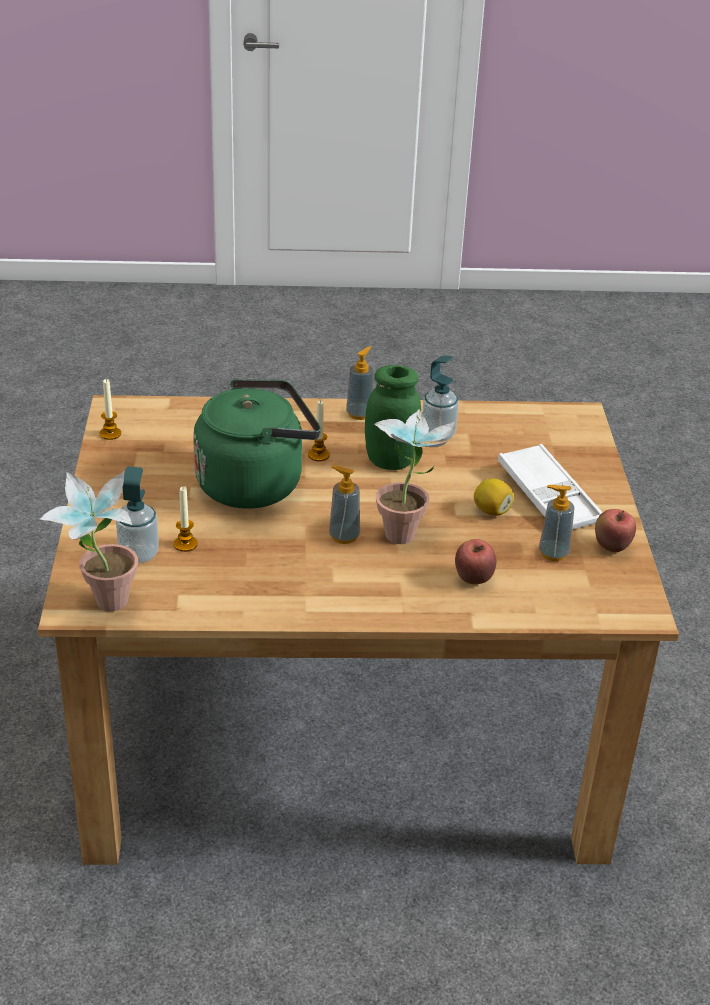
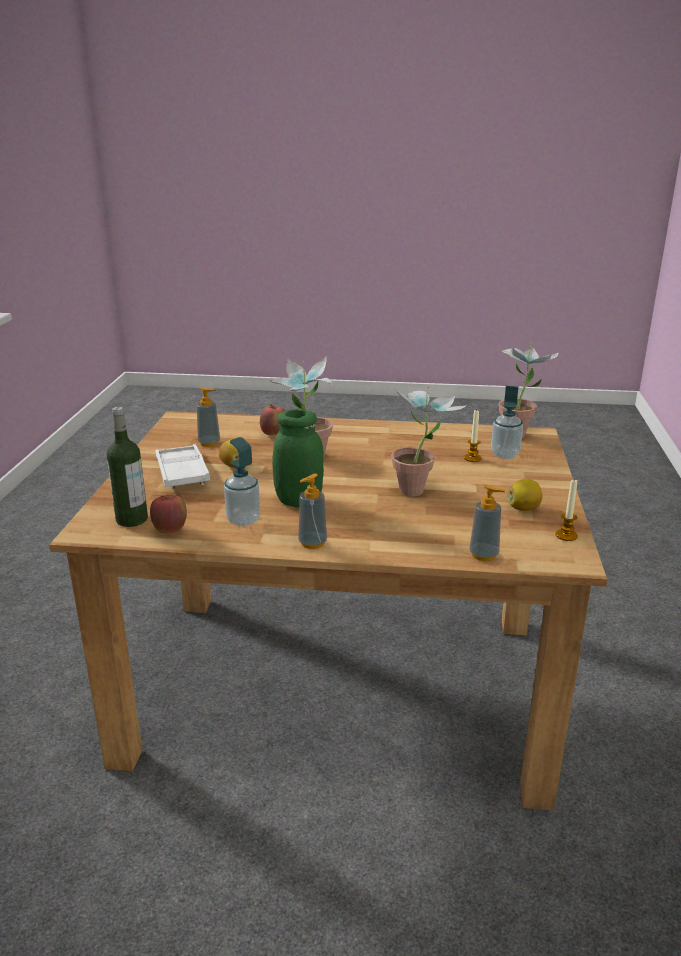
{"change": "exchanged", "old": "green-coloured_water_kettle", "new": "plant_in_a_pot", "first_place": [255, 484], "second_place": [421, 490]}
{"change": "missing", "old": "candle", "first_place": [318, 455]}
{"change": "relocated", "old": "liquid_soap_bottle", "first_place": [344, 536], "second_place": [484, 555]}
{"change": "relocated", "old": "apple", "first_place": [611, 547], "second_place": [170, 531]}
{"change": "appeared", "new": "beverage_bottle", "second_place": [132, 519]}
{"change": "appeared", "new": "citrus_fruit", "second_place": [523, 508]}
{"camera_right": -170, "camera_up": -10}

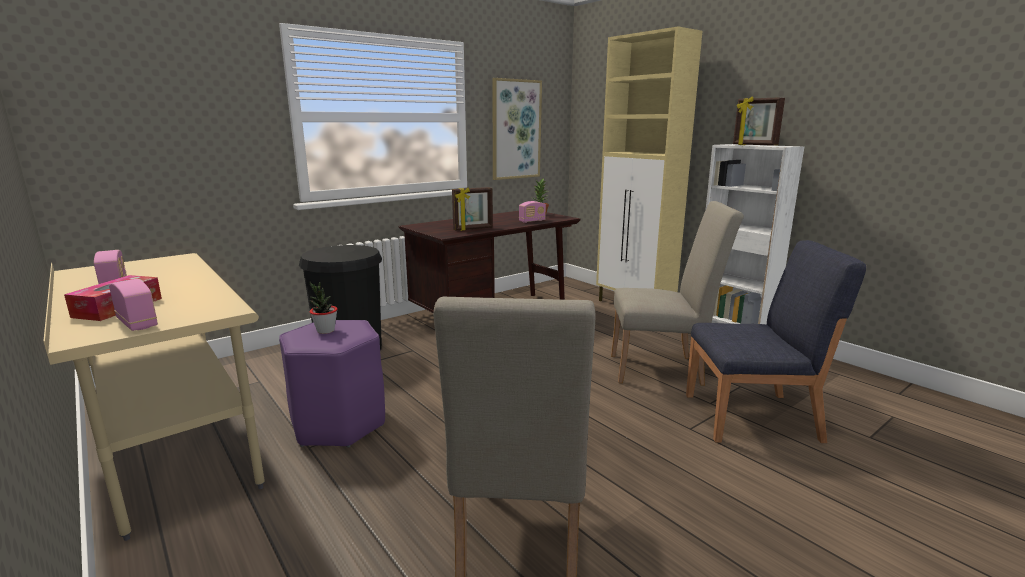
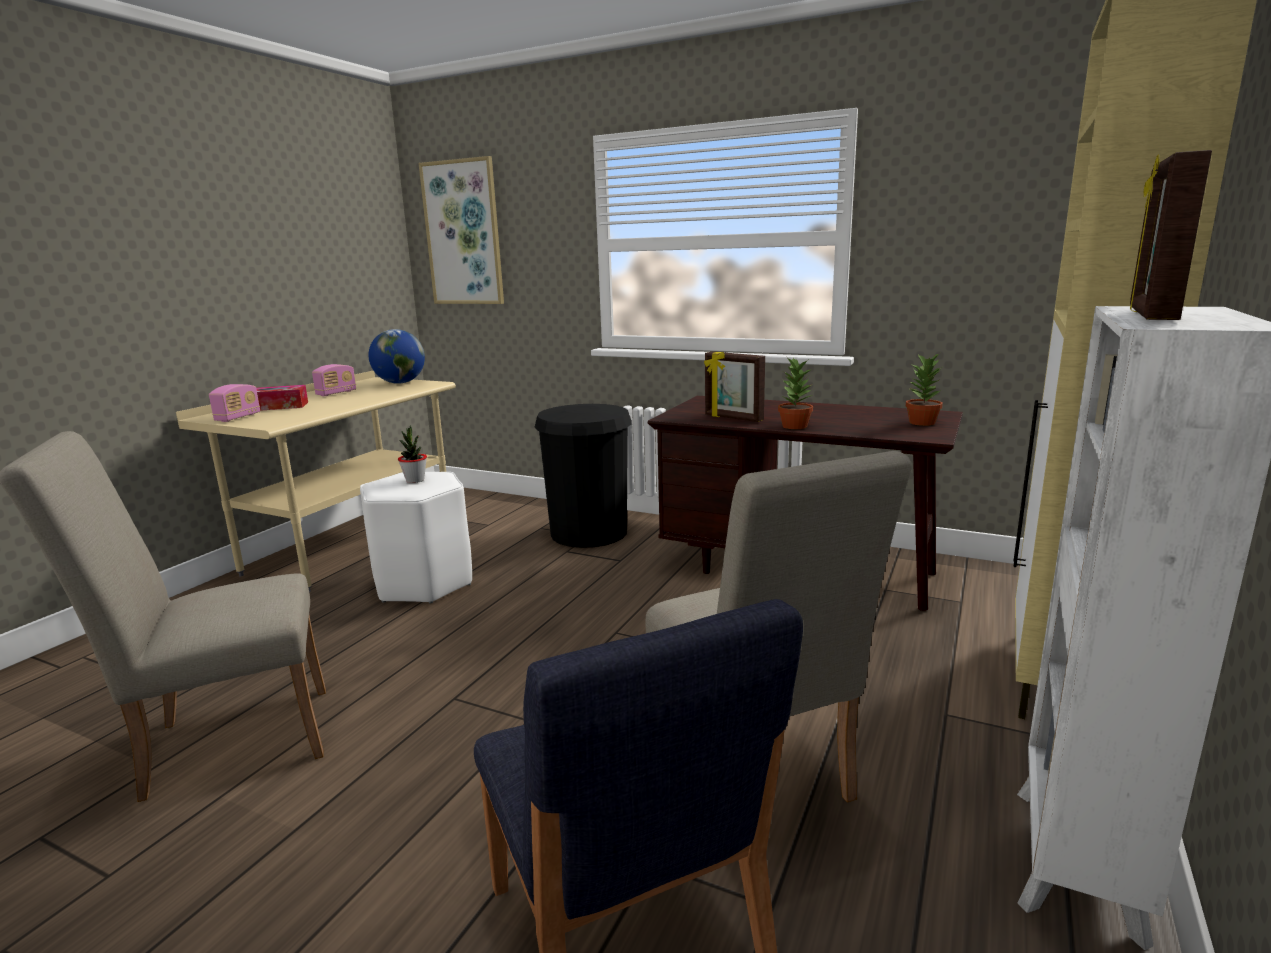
{"change": "relocated", "old": "wall_art", "first_place": [516, 129], "second_place": [463, 233]}
{"change": "missing", "old": "radio", "first_place": [532, 221]}
{"change": "colour", "old": "purple-coloured_sitting_stool", "new": "white_sitting_stool", "first_place": [339, 424], "second_place": [423, 583]}
{"change": "appeared", "new": "globe", "second_place": [400, 383]}
{"change": "appeared", "new": "plant_in_a_pot", "second_place": [794, 426]}
{"camera_right": 65, "camera_up": 0}

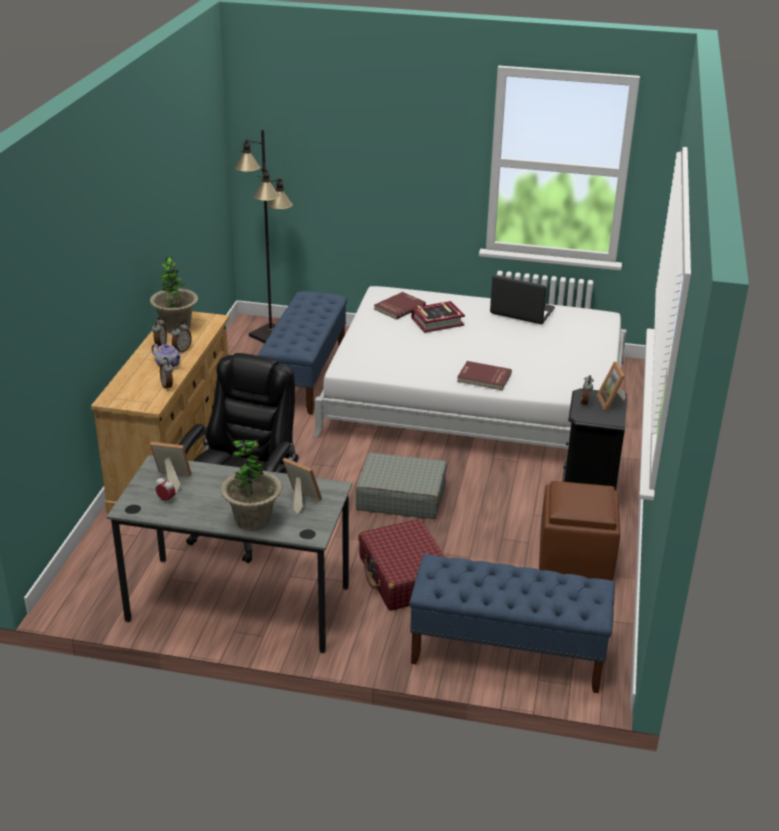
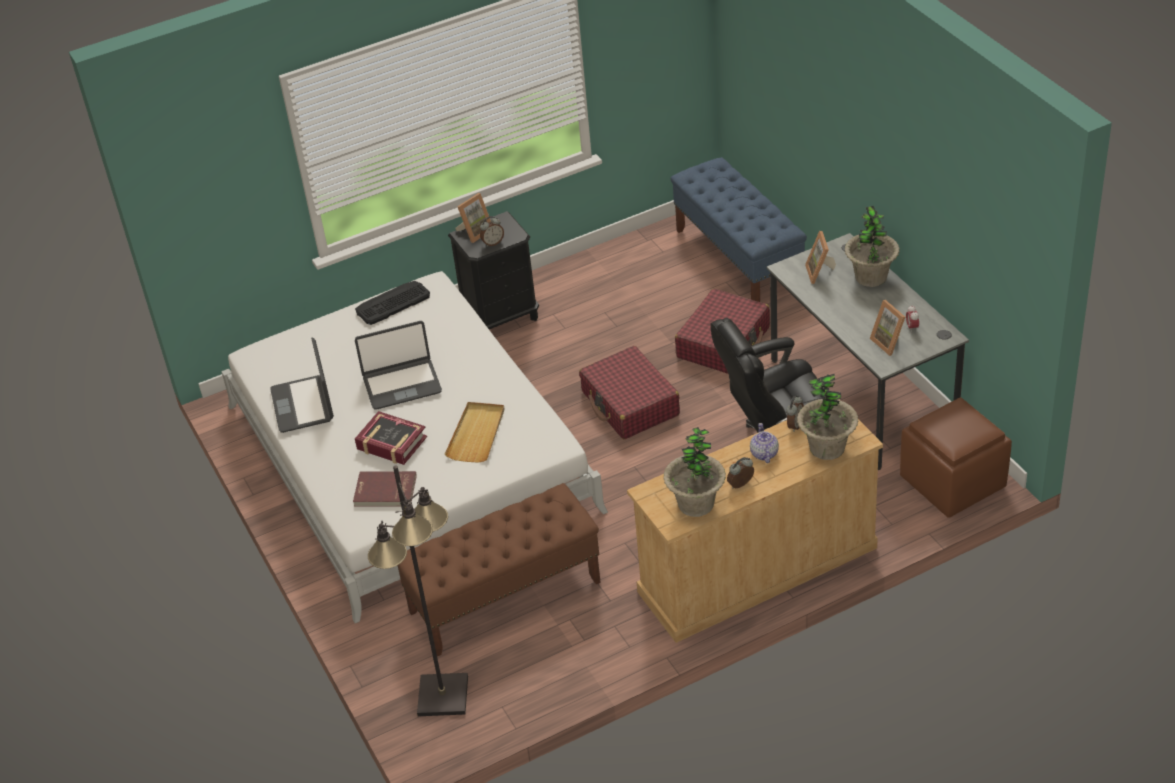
{"change": "colour", "old": "bluish_indoor_bench", "new": "brown_indoor_bench", "first_place": [305, 377], "second_place": [505, 596]}
{"change": "missing", "old": "alarm_clock", "first_place": [181, 350]}
{"change": "missing", "old": "reddish_volume", "first_place": [484, 378]}
{"change": "colour", "old": "greyish_piece_of_luggage", "new": "reddish_piece_of_luggage", "first_place": [400, 497], "second_place": [630, 404]}
{"change": "relocated", "old": "brown_footrest", "first_place": [576, 558], "second_place": [951, 482]}
{"change": "appeared", "new": "keyboard", "second_place": [392, 303]}
{"change": "appeared", "new": "laptop", "second_place": [402, 384]}
{"change": "appeared", "new": "plant_in_a_pot", "second_place": [827, 447]}
{"change": "appeared", "new": "sand-coloured_serving_tray", "second_place": [477, 434]}
{"camera_right": -125, "camera_up": 10}

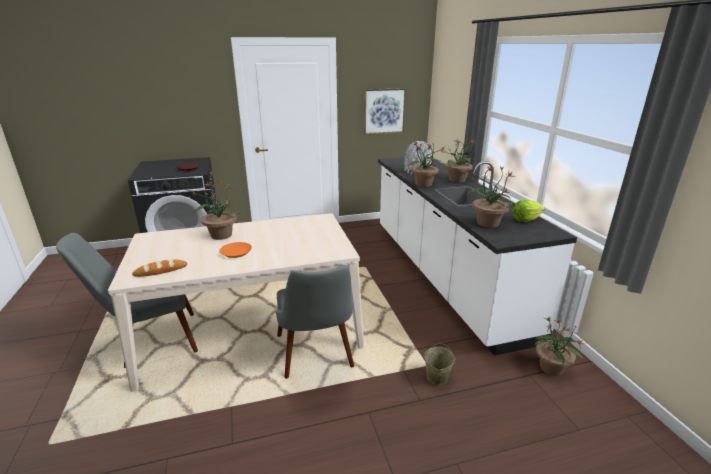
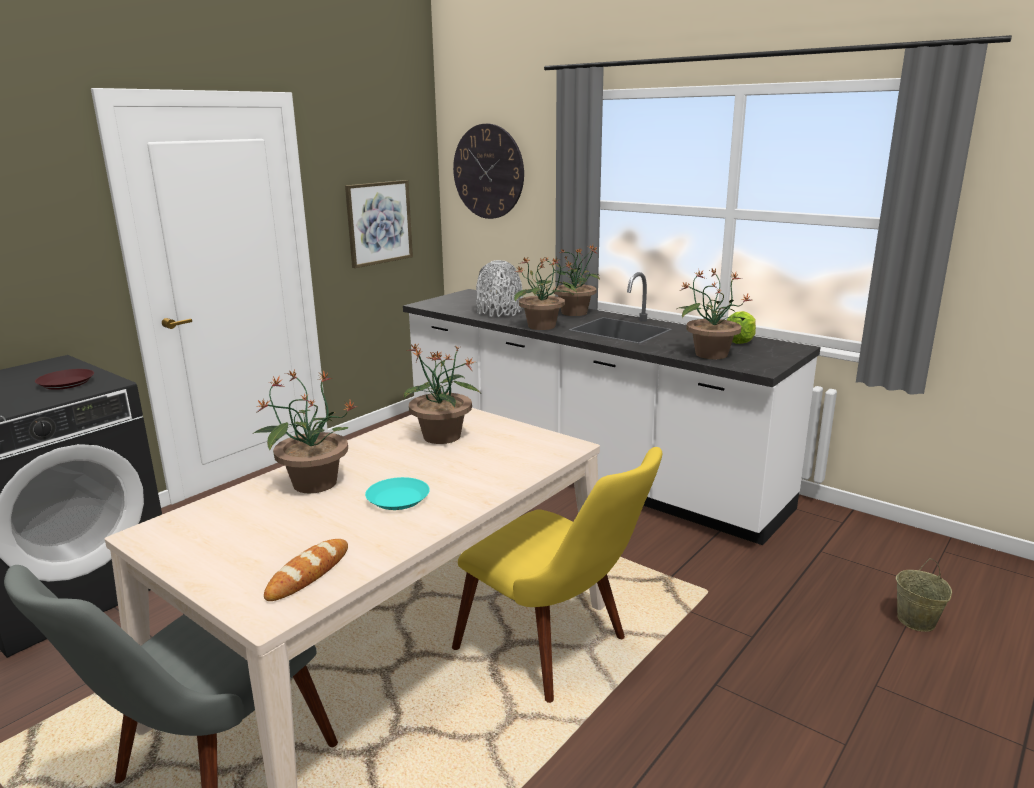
{"change": "colour", "old": "orange-coloured_plate", "new": "blue-green_plate", "first_place": [236, 252], "second_place": [398, 498]}
{"change": "colour", "old": "greyish_plain_chair", "new": "yellow-coloured_plain_chair", "first_place": [317, 358], "second_place": [558, 651]}
{"change": "relocated", "old": "plant_in_a_pot", "first_place": [551, 368], "second_place": [442, 437]}
{"change": "relocated", "old": "sand-coloured_bucket", "first_place": [437, 377], "second_place": [916, 621]}
{"change": "appeared", "new": "wall_clock", "second_place": [488, 171]}
{"camera_right": -35, "camera_up": -5}

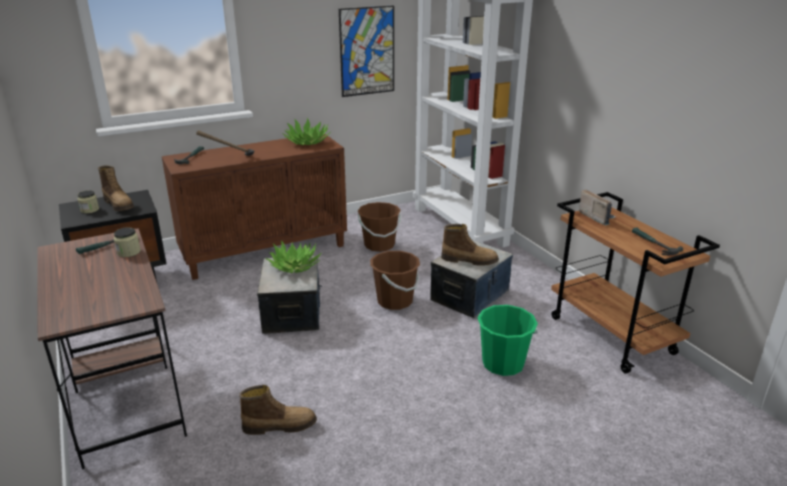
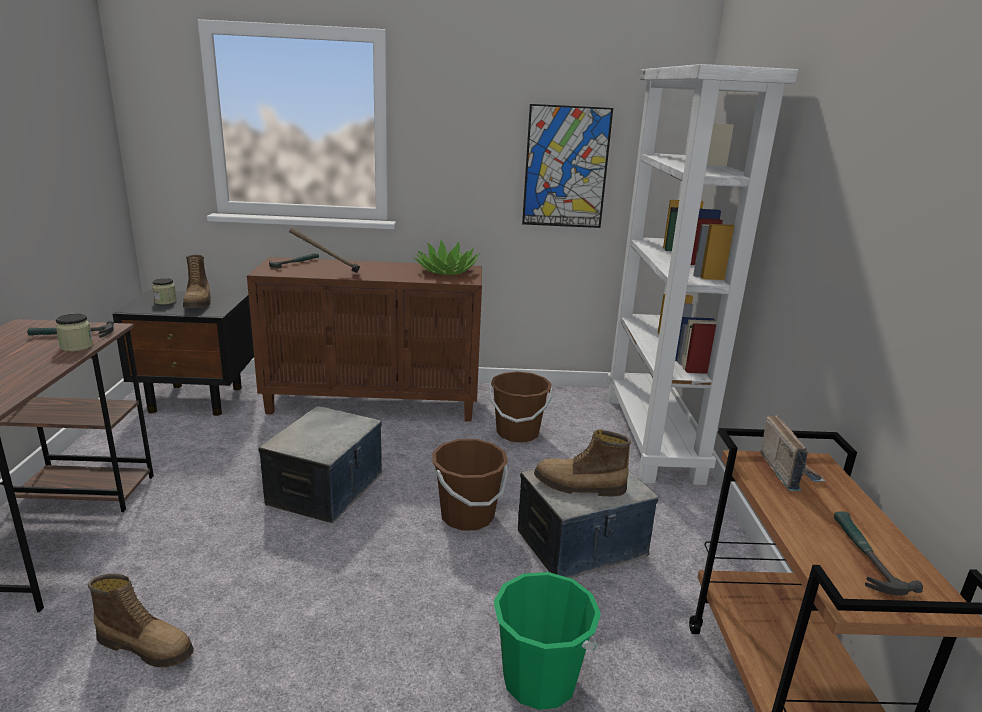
{"change": "spun", "old": "boot", "first_place": [469, 260], "second_place": [579, 486], "degrees": 150}
{"change": "missing", "old": "plant_in_a_pot", "first_place": [295, 266]}
{"camera_right": 25, "camera_up": -5}

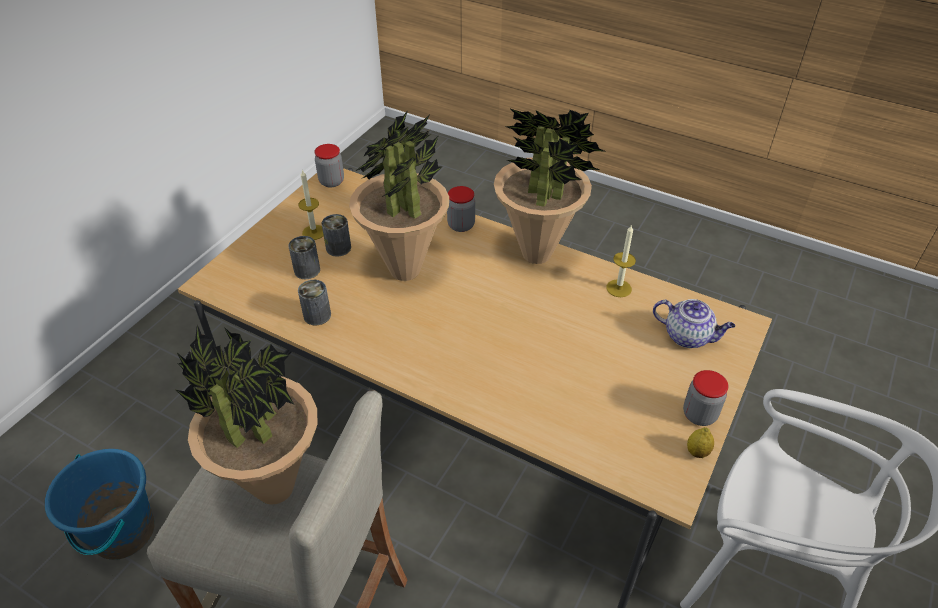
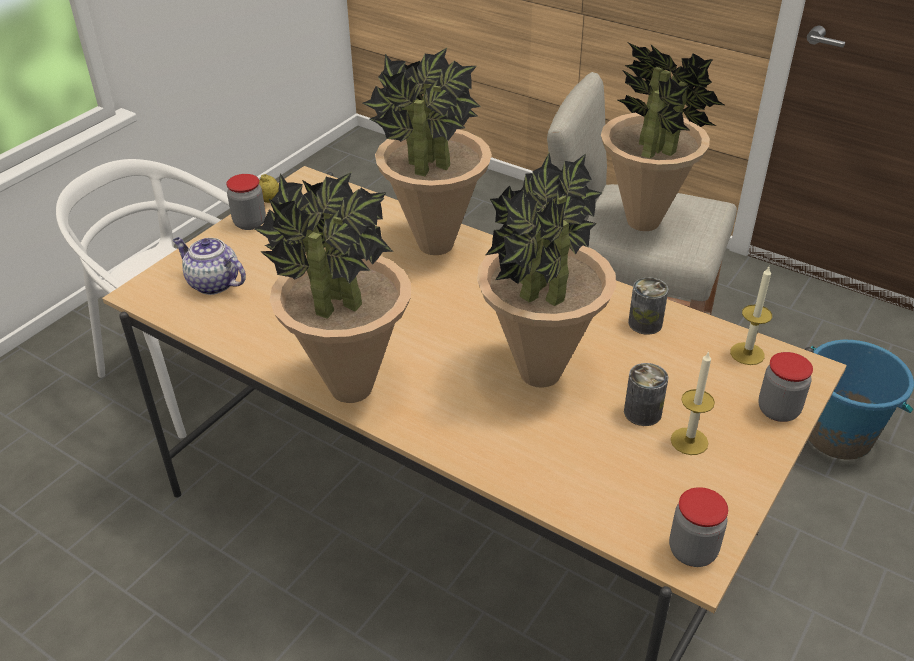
{"change": "relocated", "old": "jar", "first_place": [461, 225], "second_place": [778, 410]}
{"change": "relocated", "old": "candle", "first_place": [619, 288], "second_place": [747, 353]}
{"change": "missing", "old": "sealed_can", "first_place": [307, 270]}
{"change": "appeared", "new": "plant_in_a_pot", "second_place": [435, 245]}
{"camera_right": -175, "camera_up": -5}

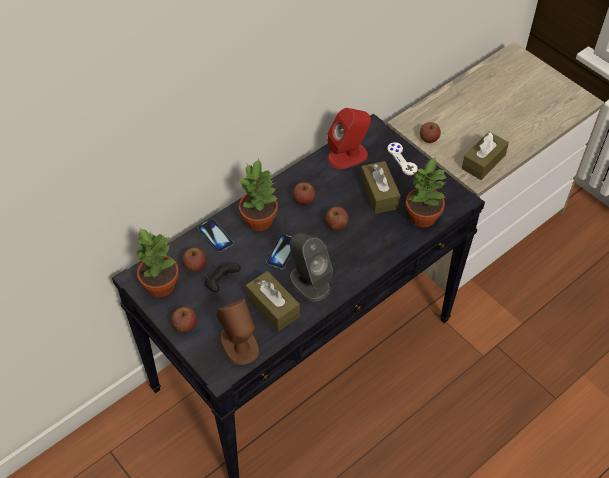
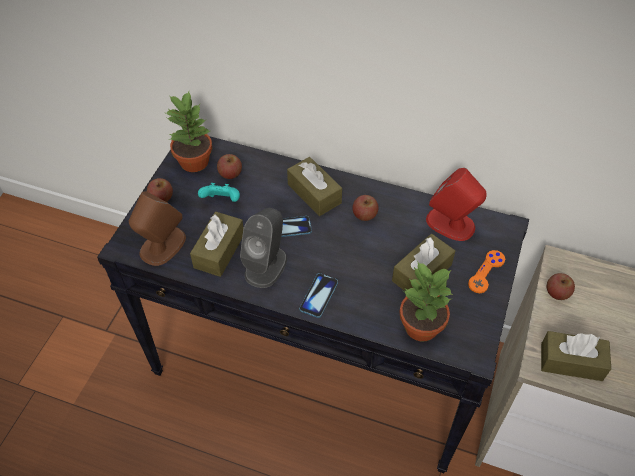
{"change": "colour", "old": "white_gamepad", "new": "orange-coloured_gamepad", "first_place": [402, 159], "second_place": [486, 272]}
{"change": "exchanged", "old": "plant_in_a_pot", "new": "brown_box_of_tissues", "first_place": [260, 220], "second_place": [314, 193]}
{"change": "missing", "old": "apple", "first_place": [336, 224]}
{"change": "relocated", "old": "telephone", "first_place": [215, 236], "second_place": [318, 296]}
{"change": "colour", "old": "black-coloured_gamepad", "new": "blue-green_gamepad", "first_place": [221, 283], "second_place": [222, 201]}
{"camera_right": 60, "camera_up": 0}

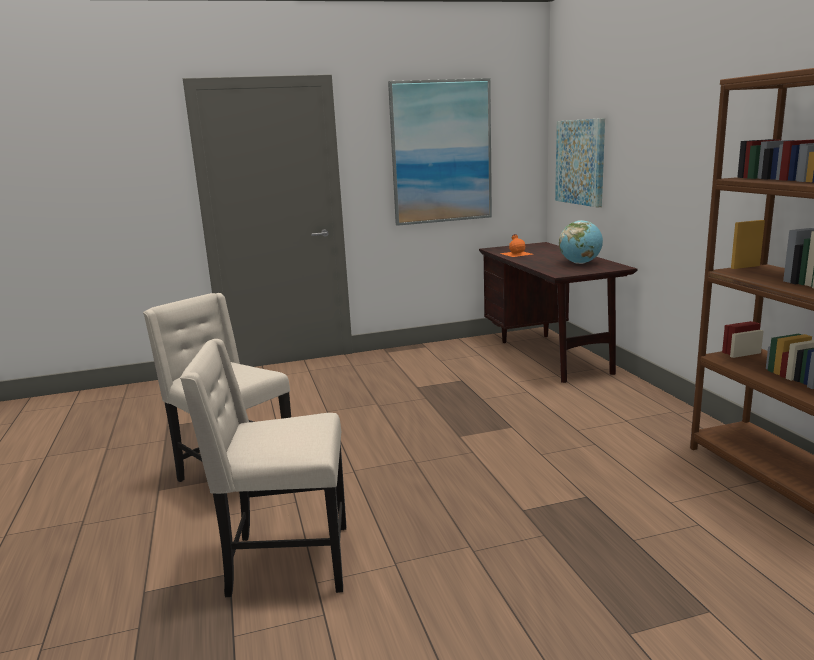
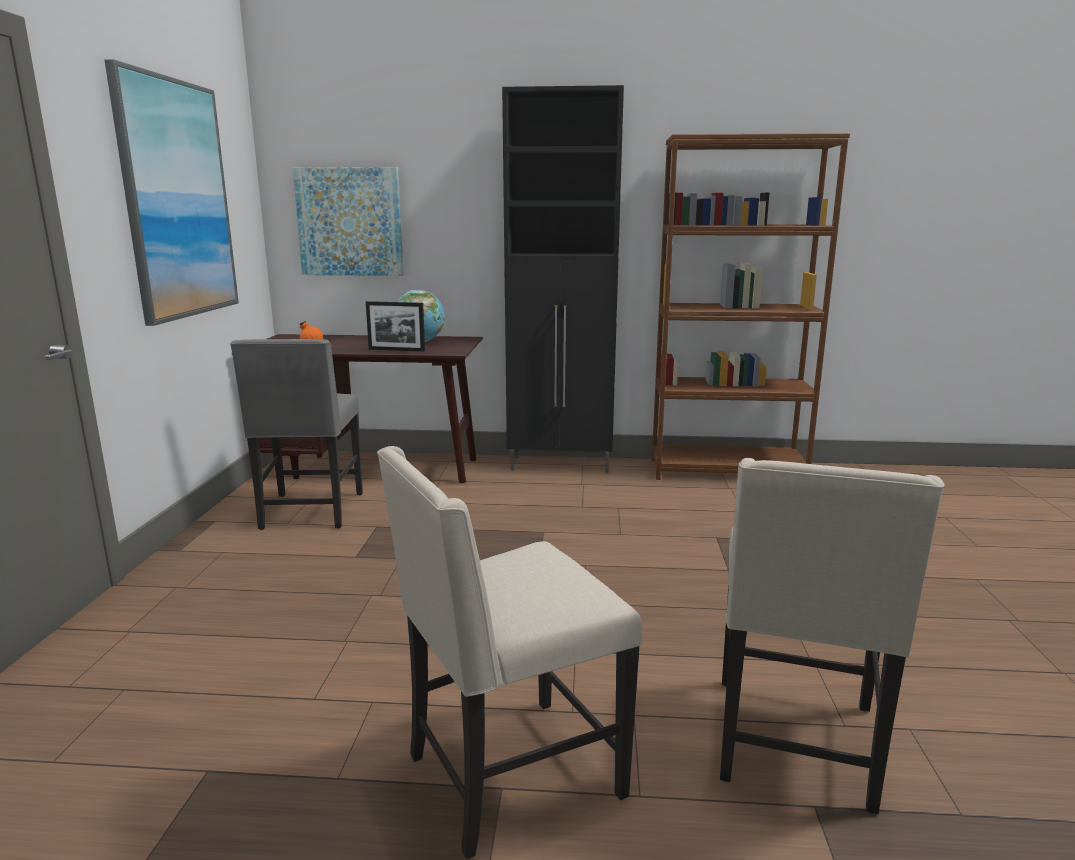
{"change": "appeared", "new": "black-coloured_storage_cabinet", "second_place": [561, 465]}
{"change": "appeared", "new": "picture_frame", "second_place": [396, 350]}
{"change": "appeared", "new": "greyish_plain_chair", "second_place": [310, 512]}
{"camera_right": -70, "camera_up": 0}

